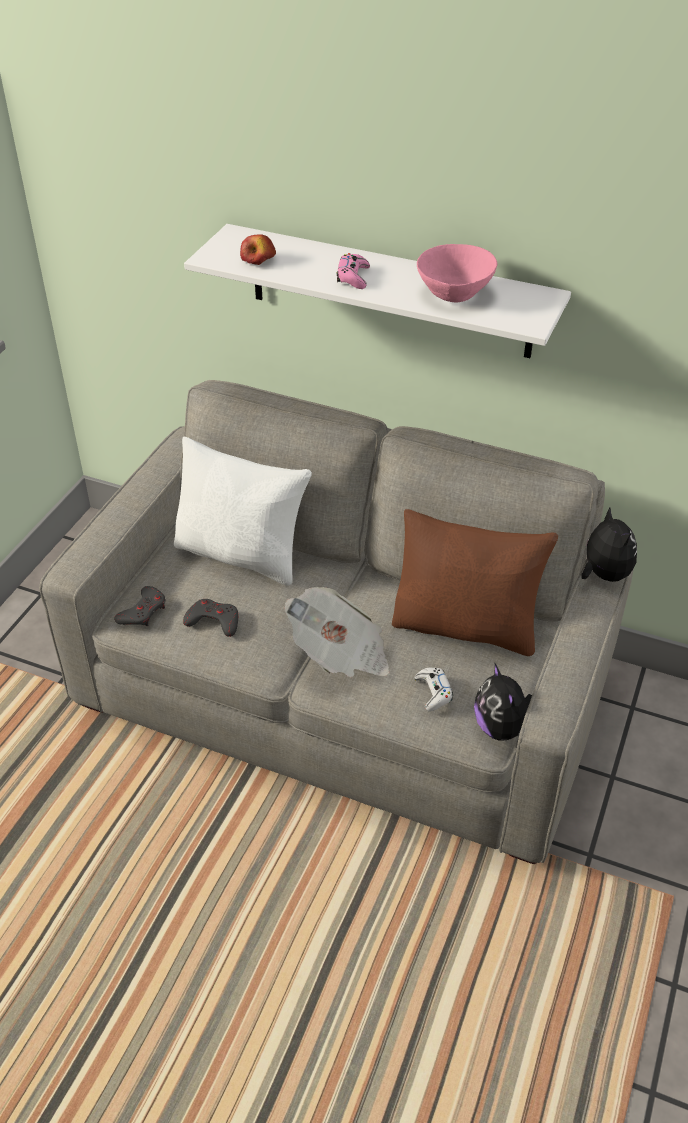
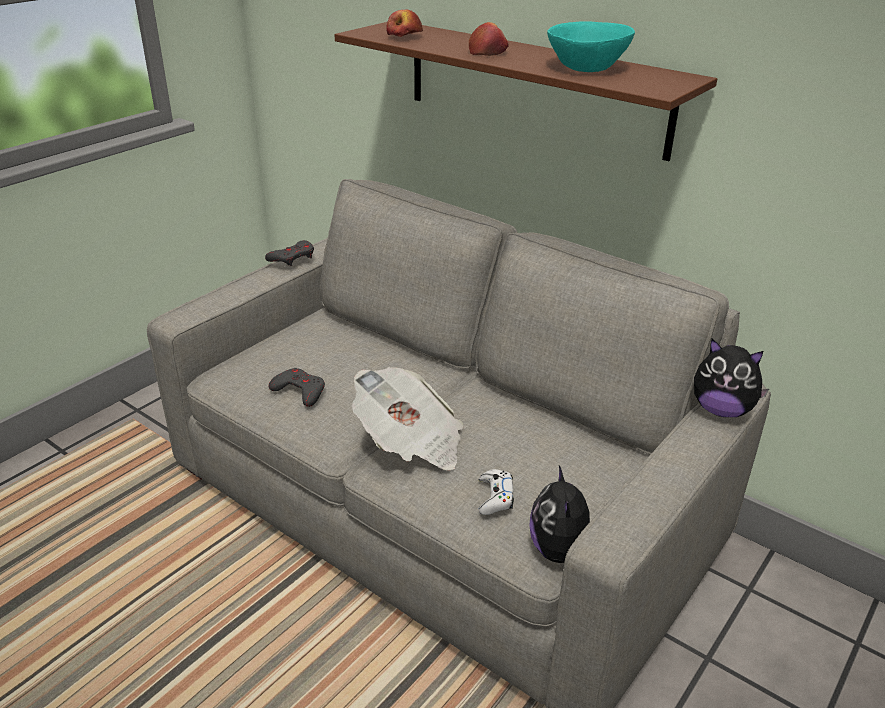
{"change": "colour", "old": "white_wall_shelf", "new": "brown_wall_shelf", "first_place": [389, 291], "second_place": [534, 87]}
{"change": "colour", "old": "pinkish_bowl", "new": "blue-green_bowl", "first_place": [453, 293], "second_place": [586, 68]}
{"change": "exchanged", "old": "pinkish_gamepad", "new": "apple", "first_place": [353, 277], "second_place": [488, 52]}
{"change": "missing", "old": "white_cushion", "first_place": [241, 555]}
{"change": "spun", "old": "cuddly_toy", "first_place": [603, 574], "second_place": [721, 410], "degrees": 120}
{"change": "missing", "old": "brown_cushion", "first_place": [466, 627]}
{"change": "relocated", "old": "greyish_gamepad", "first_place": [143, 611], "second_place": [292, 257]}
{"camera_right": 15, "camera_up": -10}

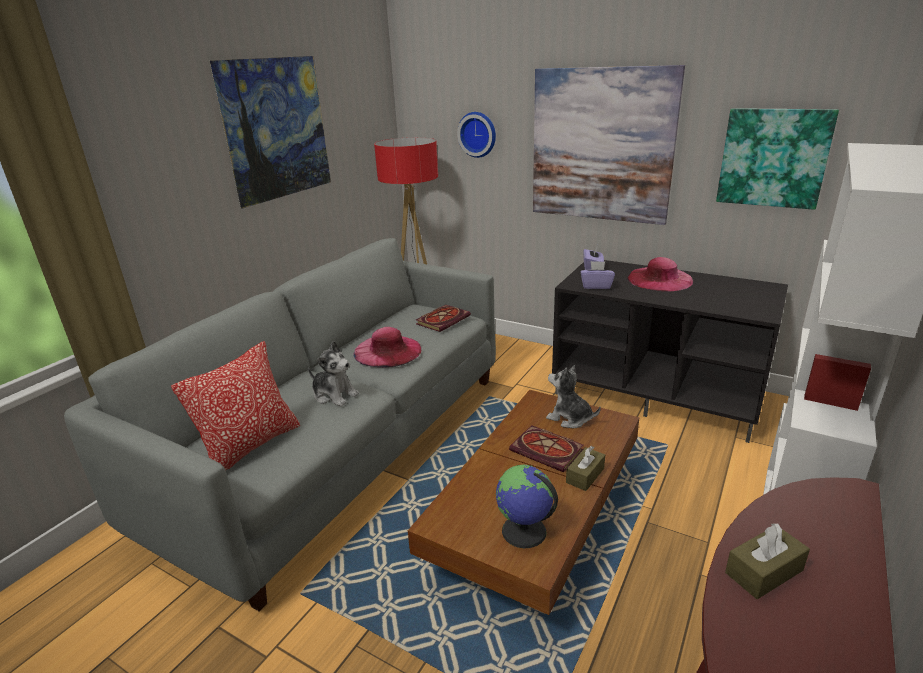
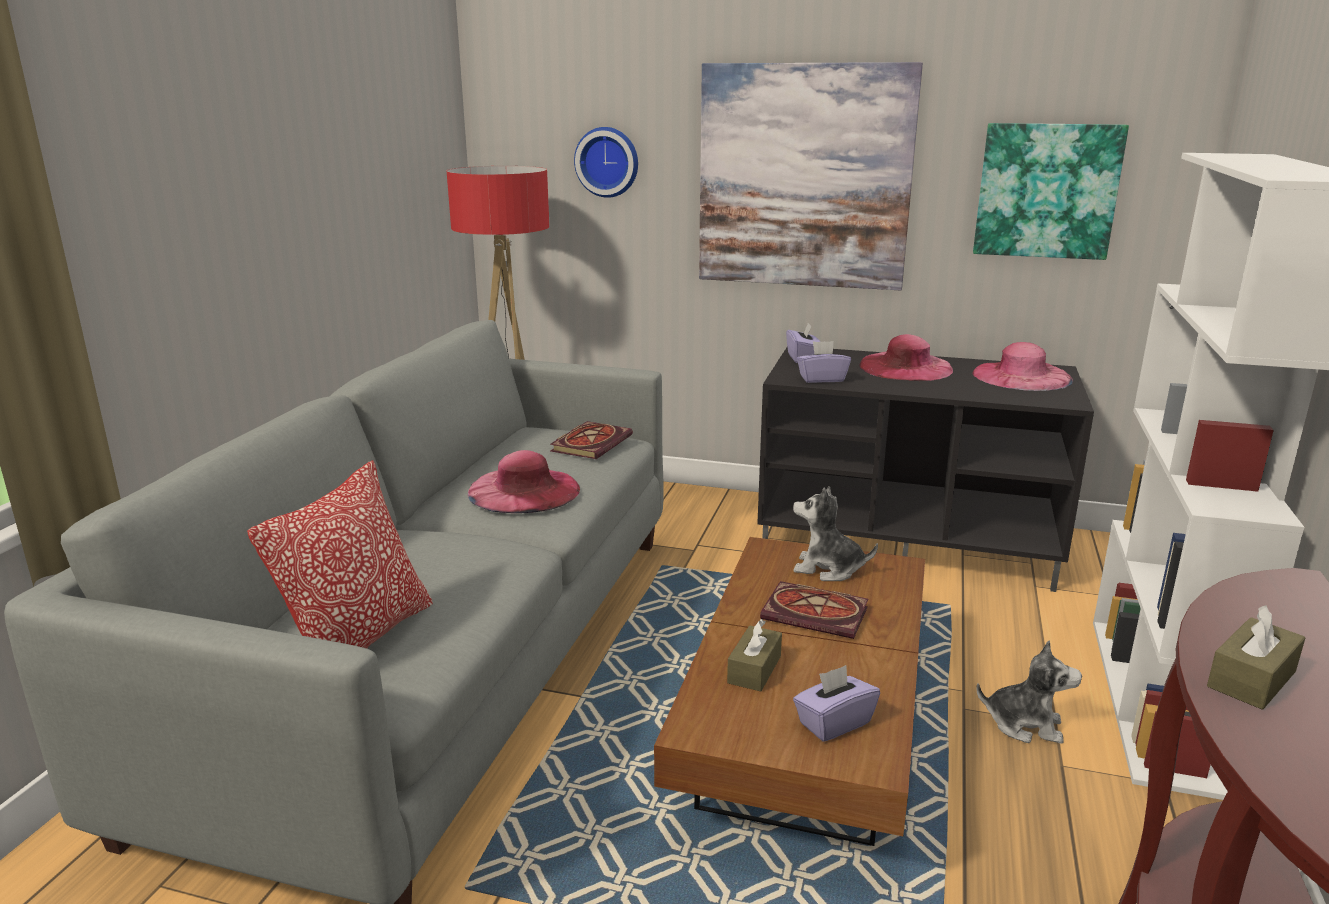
{"change": "missing", "old": "wall_art", "first_place": [284, 162]}
{"change": "relocated", "old": "cuddly_toy", "first_place": [334, 395], "second_place": [1024, 724]}
{"change": "relocated", "old": "brown_box_of_tissues", "first_place": [585, 475], "second_place": [754, 669]}
{"change": "exchanged", "old": "globe", "new": "purple-coloured_box_of_tissues", "first_place": [524, 532], "second_place": [833, 723]}
{"change": "appeared", "new": "pinkish_hat", "second_place": [1021, 376]}
{"camera_right": -15, "camera_up": -5}

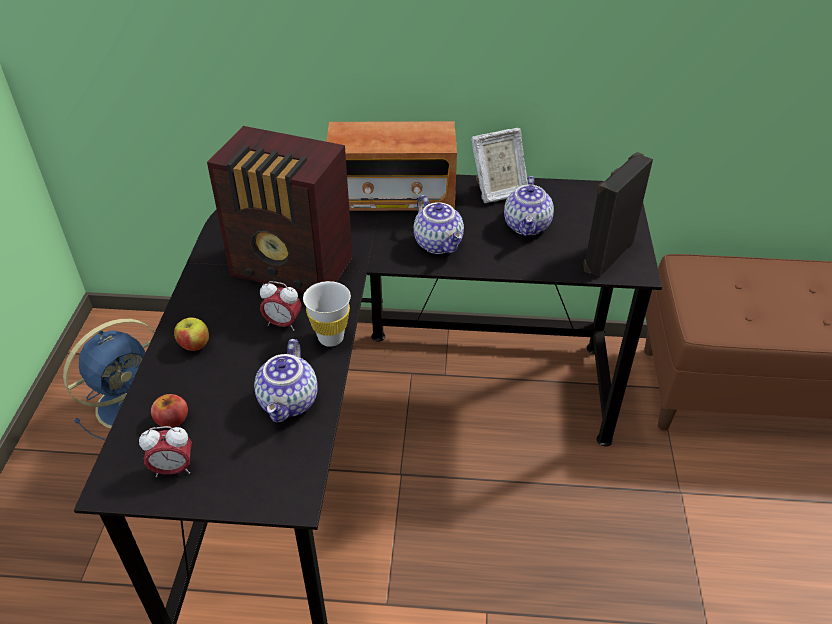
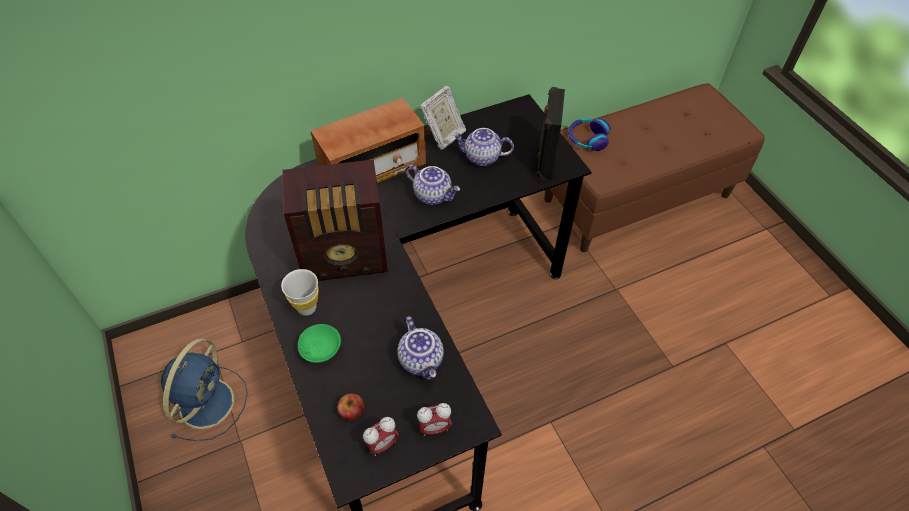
{"change": "spun", "old": "teapot", "first_place": [527, 226], "second_place": [482, 157], "degrees": 120}
{"change": "relocated", "old": "alarm_clock", "first_place": [283, 324], "second_place": [434, 428]}
{"change": "relocated", "old": "white_small_cup", "first_place": [331, 338], "second_place": [306, 308]}
{"change": "exchanged", "old": "apple", "new": "green-coloured_bowl", "first_place": [194, 345], "second_place": [322, 349]}
{"change": "appeared", "new": "headphones", "second_place": [587, 139]}
{"camera_right": -30, "camera_up": 10}

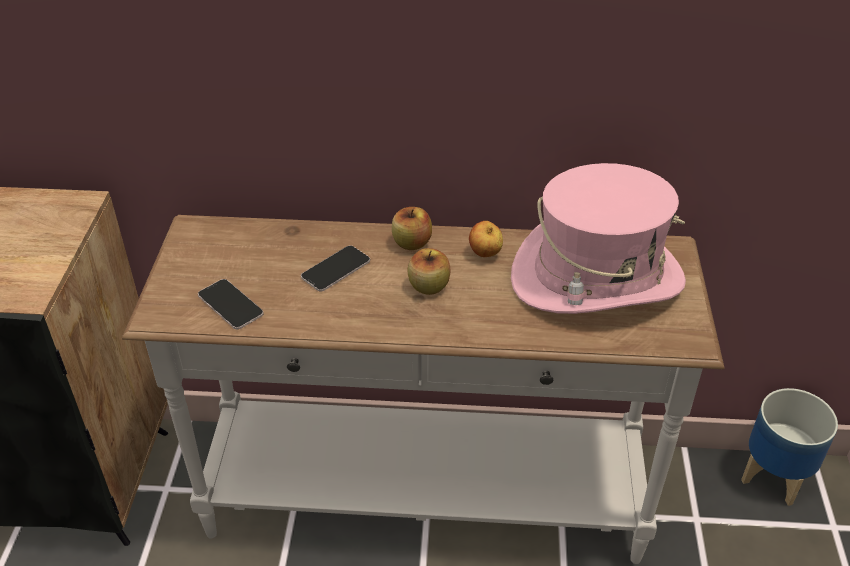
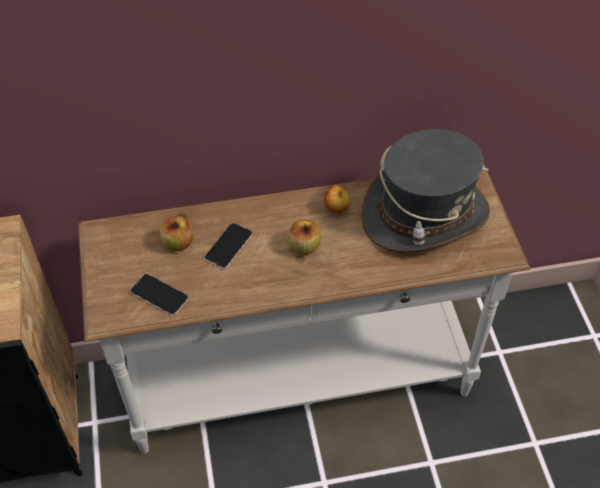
{"change": "colour", "old": "pinkish_hat", "new": "greyish_hat", "first_place": [597, 279], "second_place": [424, 214]}
{"change": "relocated", "old": "apple", "first_place": [412, 243], "second_place": [178, 243]}
{"change": "missing", "old": "plant_pot", "first_place": [775, 477]}
{"camera_right": -15, "camera_up": 10}

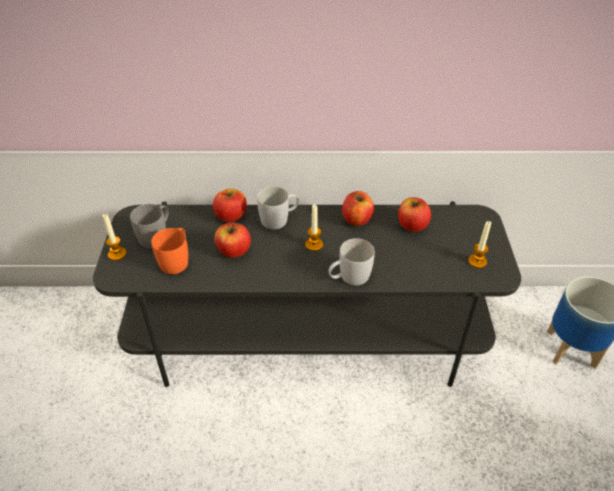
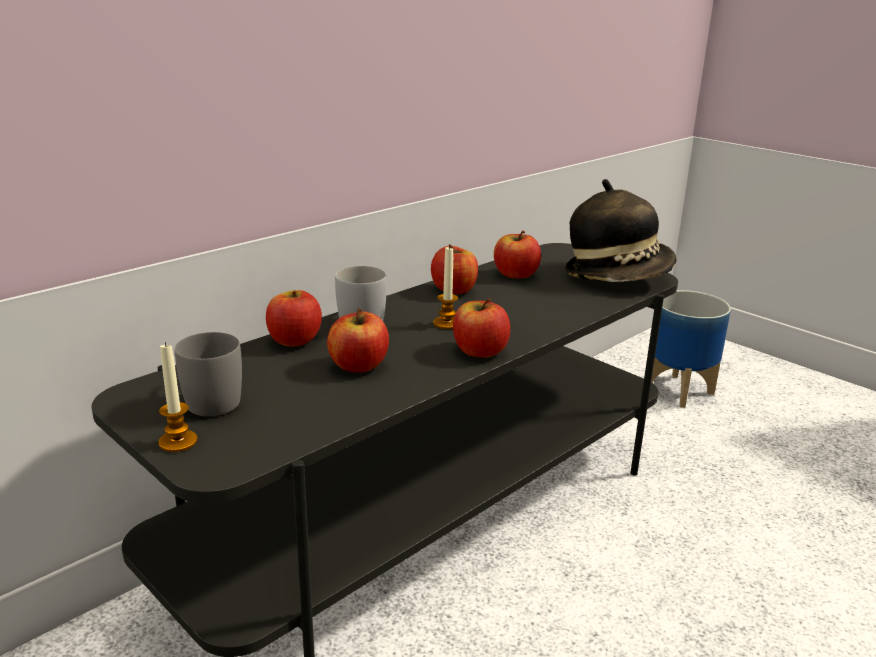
{"change": "exchanged", "old": "candle", "new": "hat", "first_place": [477, 261], "second_place": [617, 276]}
{"change": "missing", "old": "orange-coloured_coffee_mug", "first_place": [176, 260]}
{"change": "missing", "old": "white_coffee_mug", "first_place": [349, 277]}
{"change": "appeared", "new": "apple", "second_place": [479, 351]}
{"camera_right": -45, "camera_up": -20}

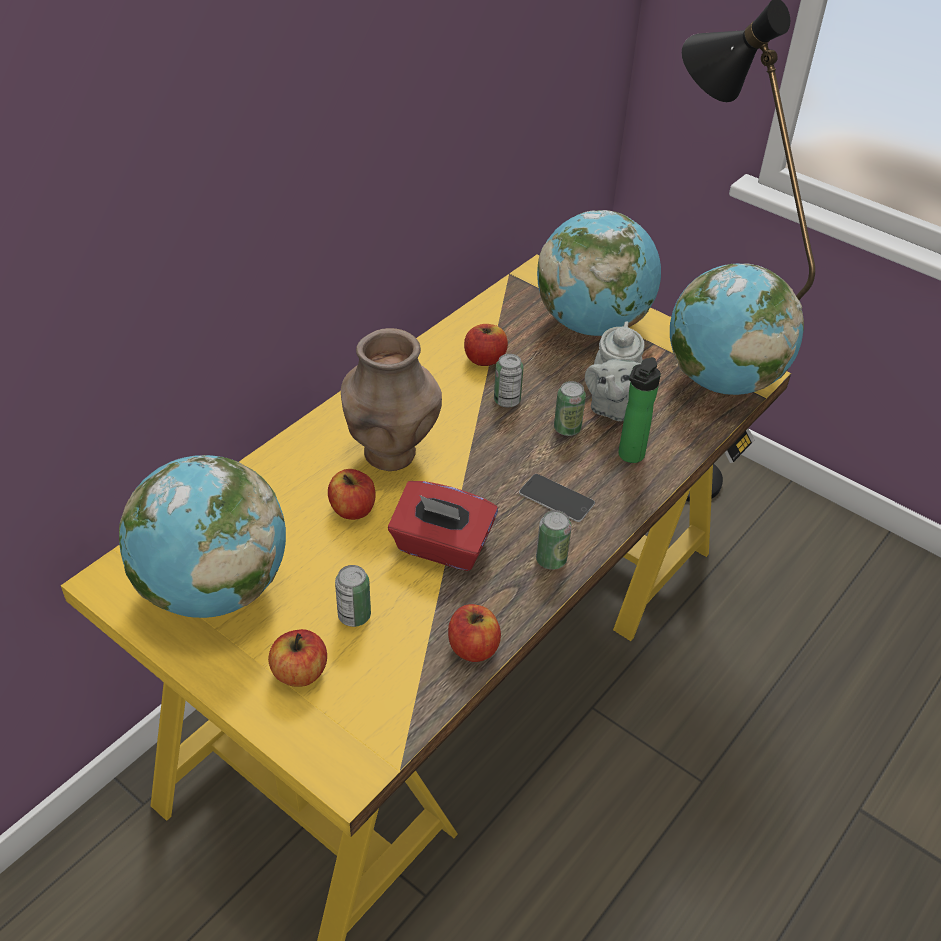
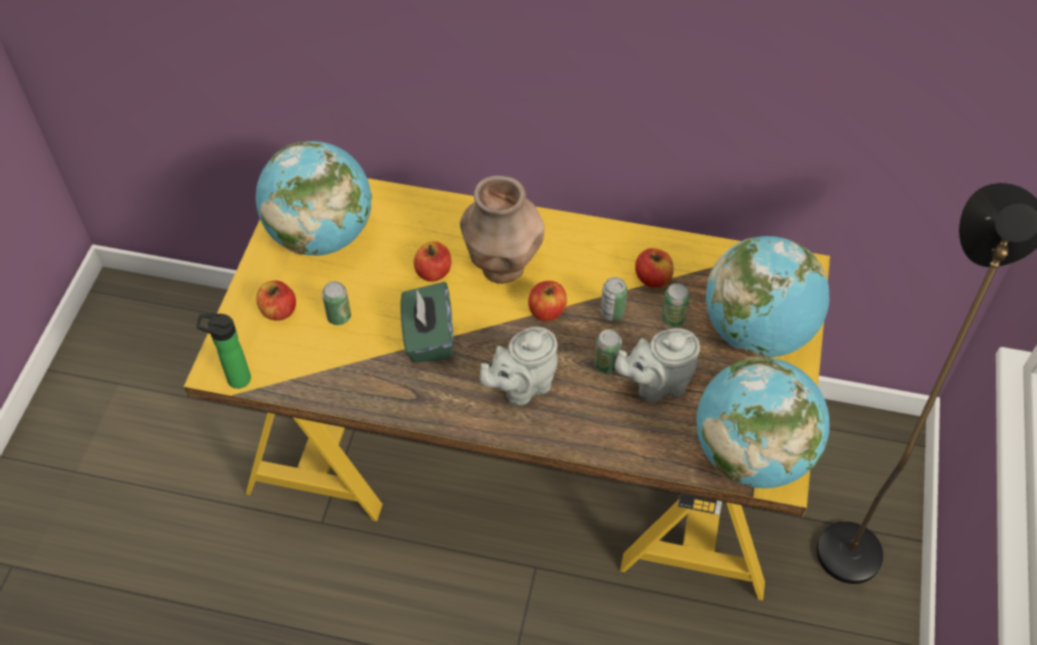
{"change": "relocated", "old": "beverage_bottle", "first_place": [629, 457], "second_place": [235, 379]}
{"change": "exchanged", "old": "telephone", "new": "greyish_teapot", "first_place": [556, 498], "second_place": [521, 387]}
{"change": "colour", "old": "reddish_box_of_tissues", "new": "green-coloured_box_of_tissues", "first_place": [441, 547], "second_place": [428, 337]}
{"change": "relocated", "old": "sealed_can", "first_place": [551, 560], "second_place": [673, 318]}
{"change": "relocated", "old": "apple", "first_place": [473, 648], "second_place": [546, 311]}
{"camera_right": 65, "camera_up": 10}

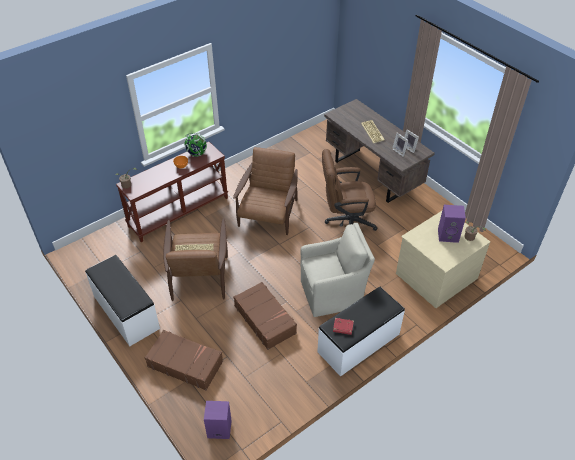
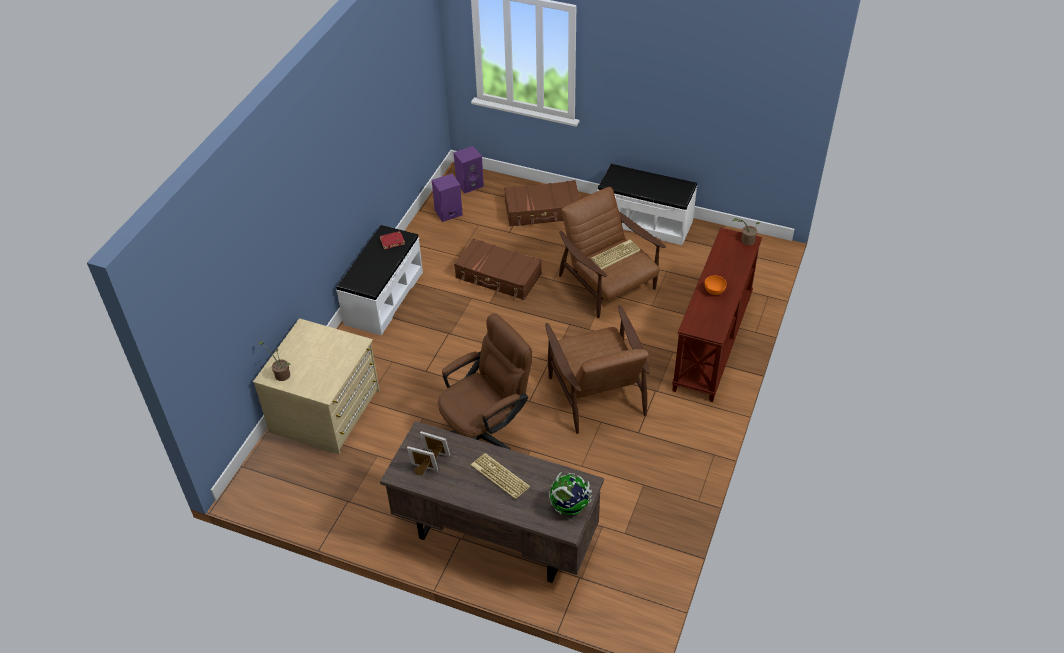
{"change": "relocated", "old": "globe", "first_place": [196, 153], "second_place": [570, 506]}
{"change": "relocated", "old": "purple-coloured_audio_speaker", "first_place": [448, 235], "second_place": [448, 213]}
{"change": "missing", "old": "sand-coloured_easy_chair", "first_place": [333, 293]}
{"camera_right": 150, "camera_up": 0}

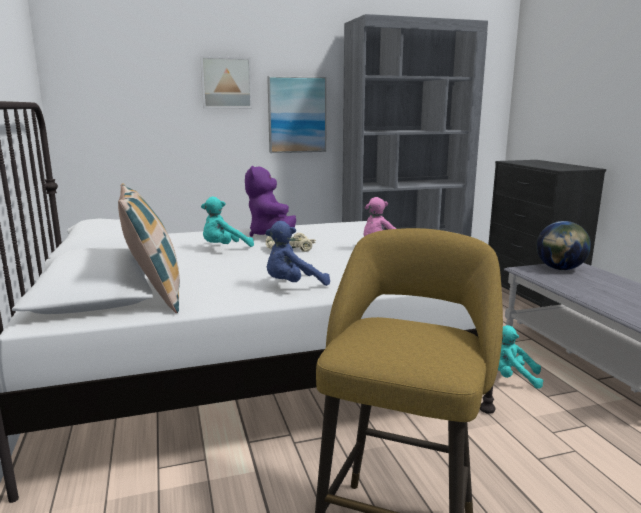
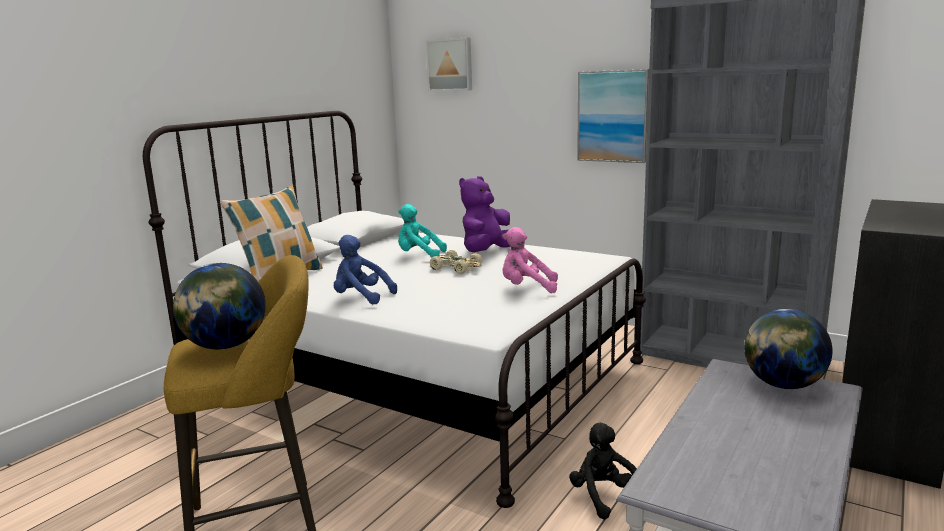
{"change": "relocated", "old": "wall_art", "first_place": [226, 83], "second_place": [450, 65]}
{"change": "colour", "old": "blue-green_cuddly_toy", "new": "black-coloured_cuddly_toy", "first_place": [512, 378], "second_place": [604, 496]}
{"change": "appeared", "new": "globe", "second_place": [225, 346]}
{"camera_right": 50, "camera_up": 0}

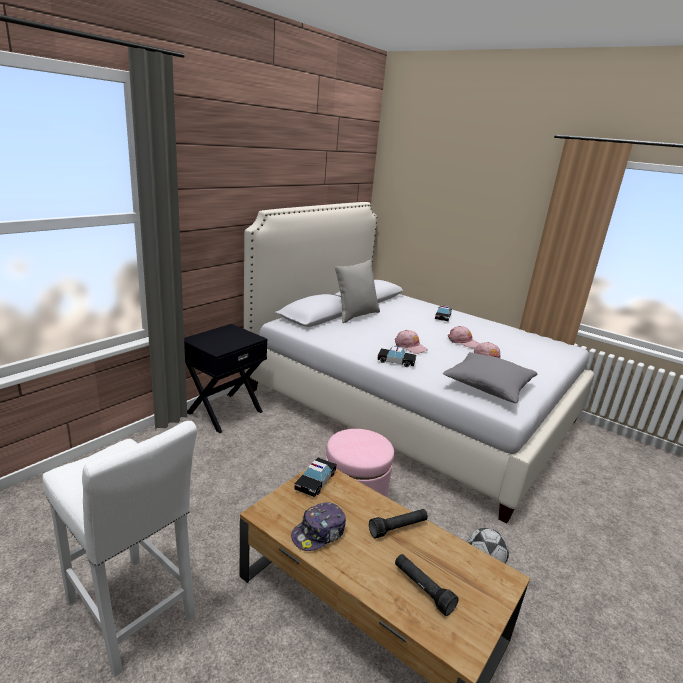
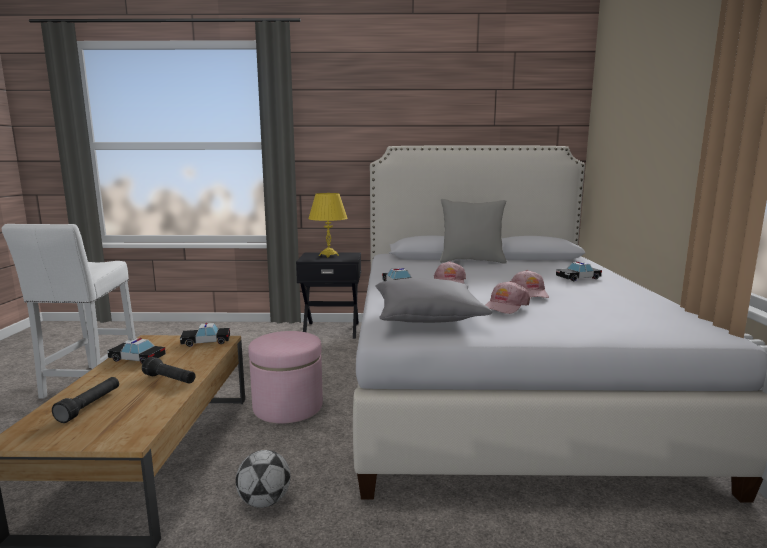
{"change": "exchanged", "old": "cap", "new": "model_car", "first_place": [319, 533], "second_place": [137, 358]}
{"change": "appeared", "new": "yellow-coloured_lamp_for_a_table", "second_place": [329, 255]}
{"camera_right": 55, "camera_up": -10}

